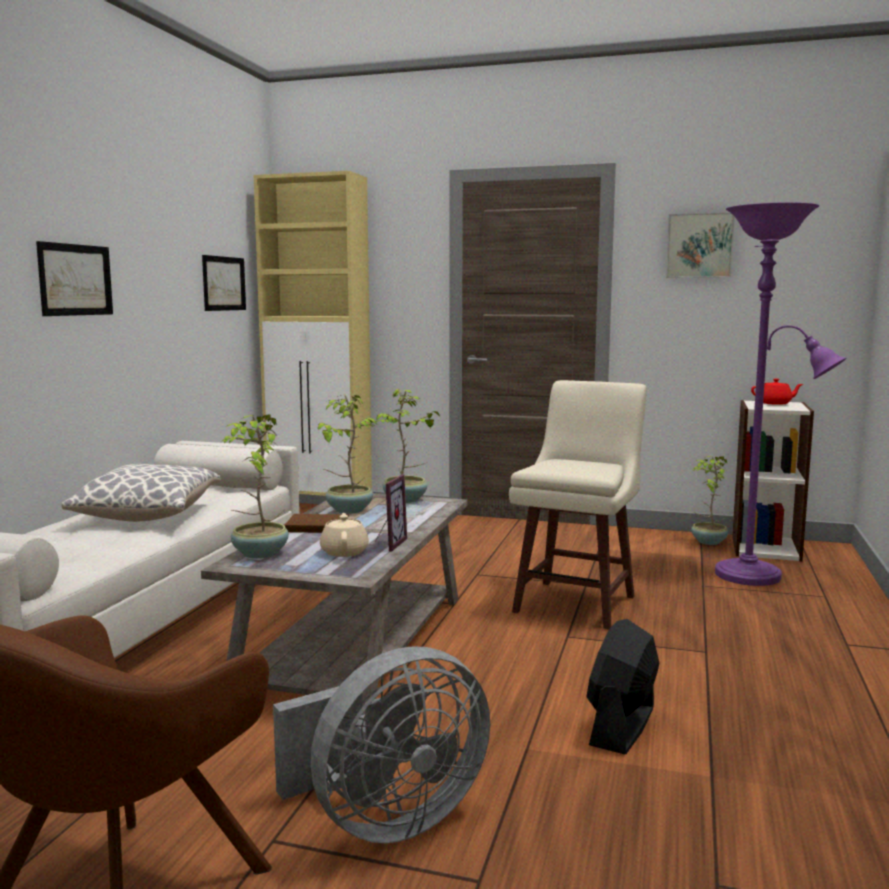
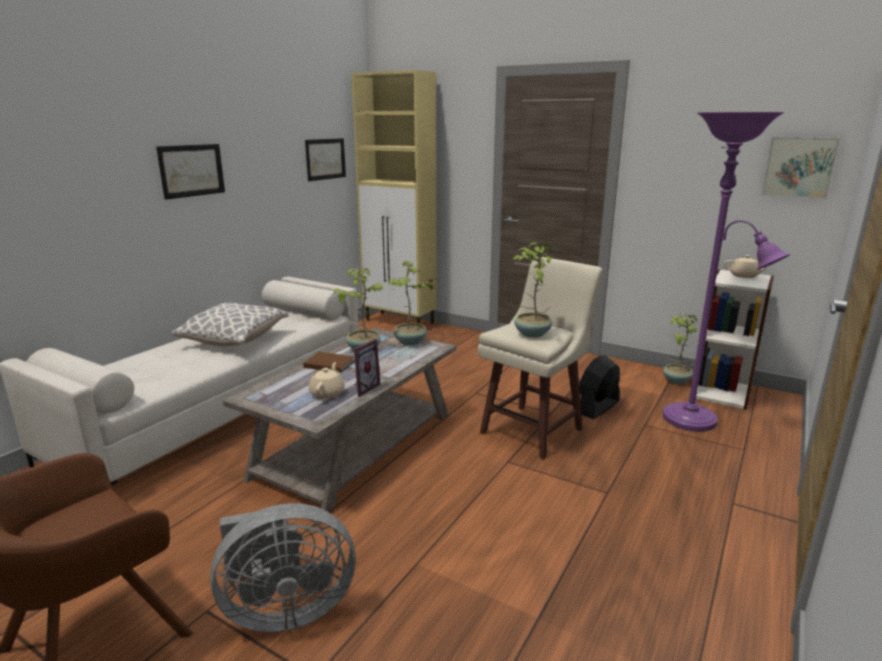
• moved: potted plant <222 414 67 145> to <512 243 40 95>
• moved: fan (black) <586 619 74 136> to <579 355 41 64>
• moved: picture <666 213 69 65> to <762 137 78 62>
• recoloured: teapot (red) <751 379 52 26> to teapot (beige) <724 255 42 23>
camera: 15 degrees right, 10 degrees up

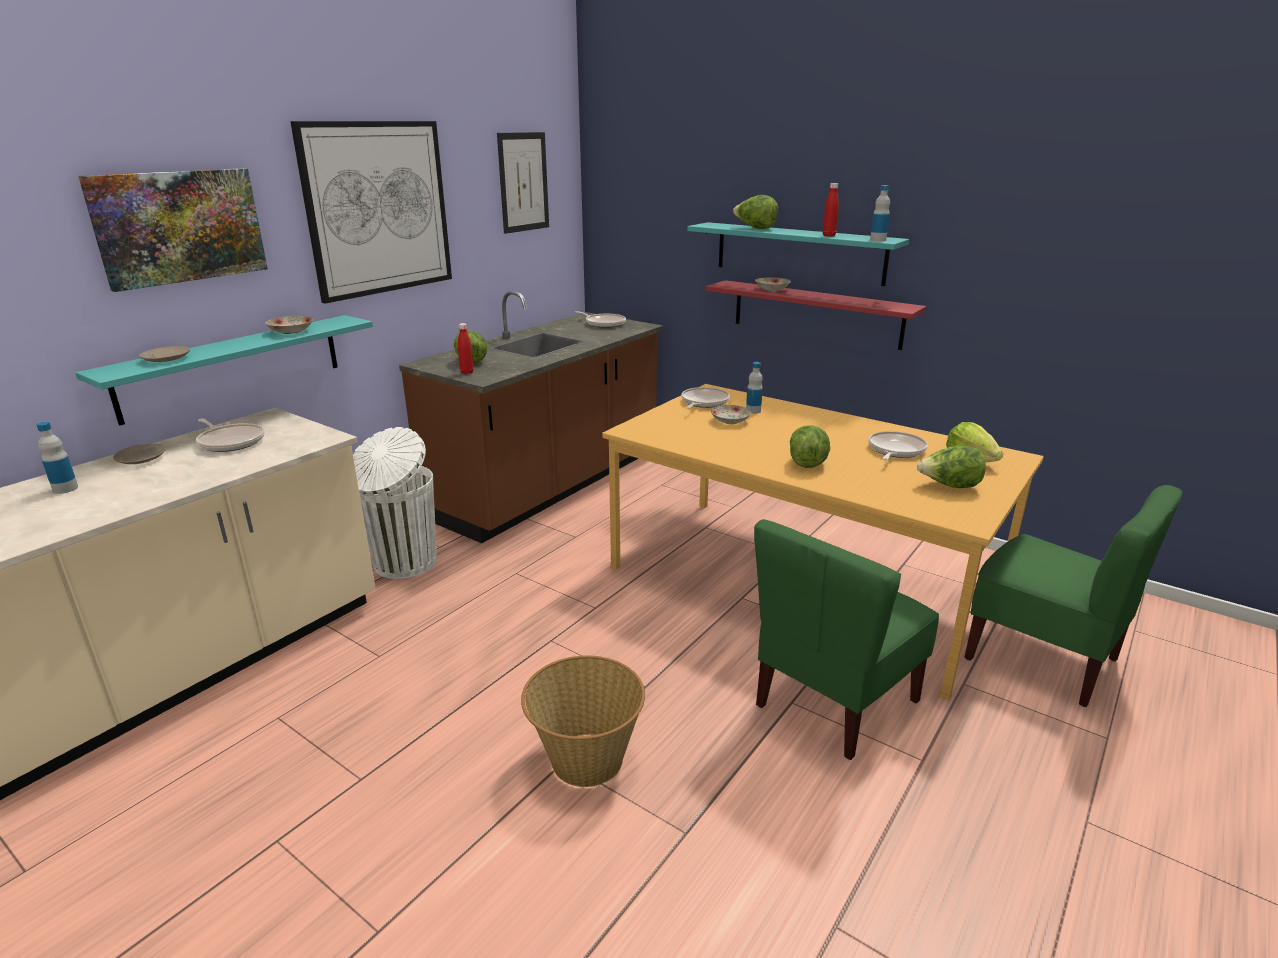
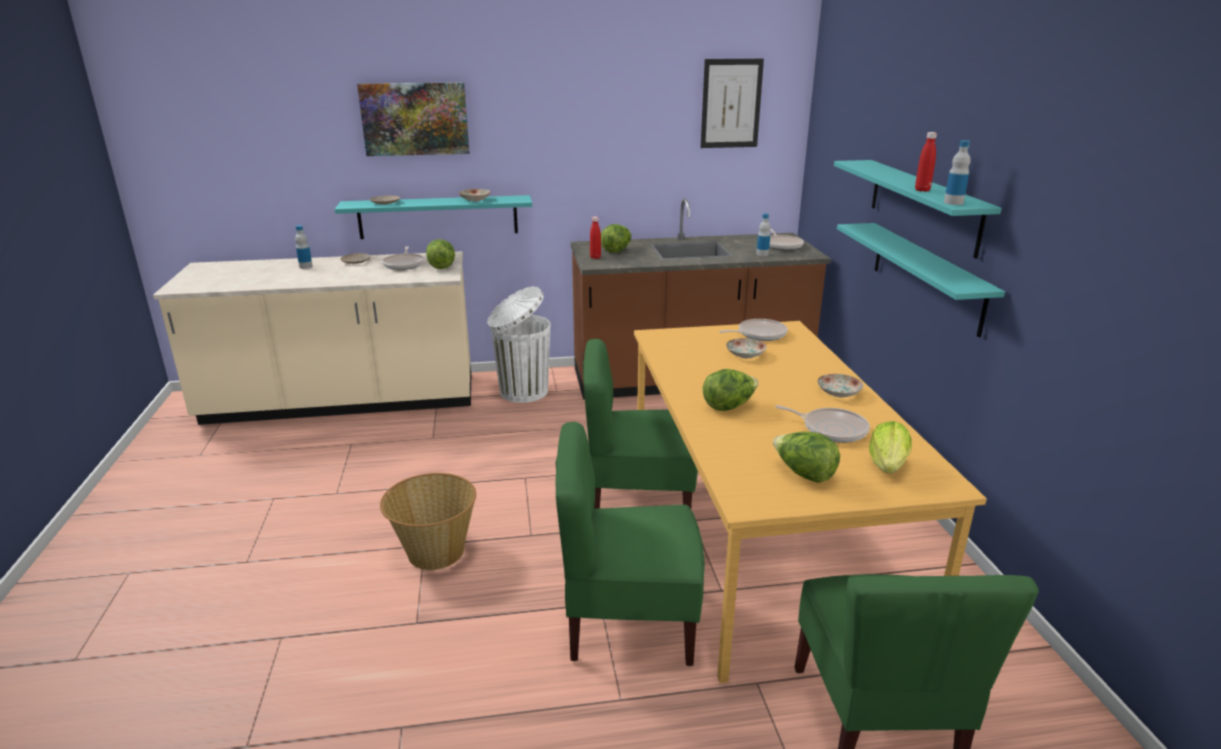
• removed: picture <290 121 162 183>
• added: chair (green) <583 339 115 170>
• moved: lettuce <733 195 45 34> to <426 239 29 30>
• moved: bottle <746 362 17 52> to <756 214 14 42>
• moved: plate <755 277 36 14> to <817 374 46 24>
• recoloured: shelf (red) <706 280 221 70> to shelf (turquoise) <837 223 168 114>
• turned: frying pan <868 431 60 29> = <775 405 95 38> 45 degrees clockwise
camera: 45 degrees right, 0 degrees up

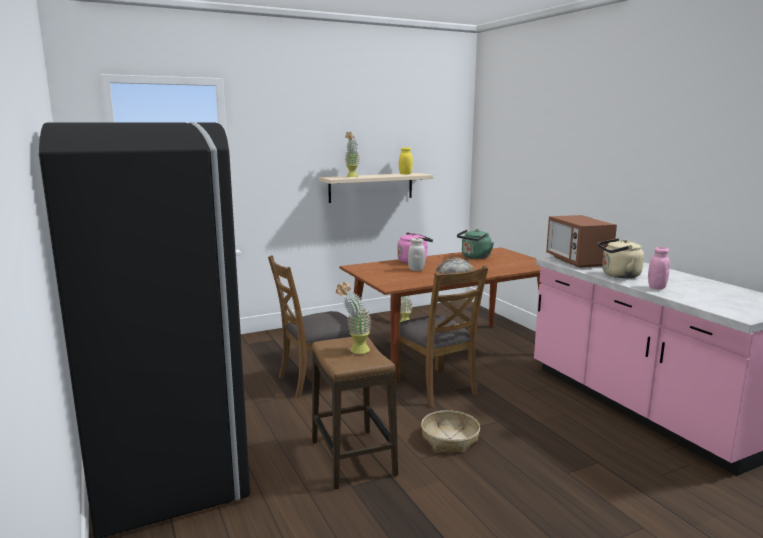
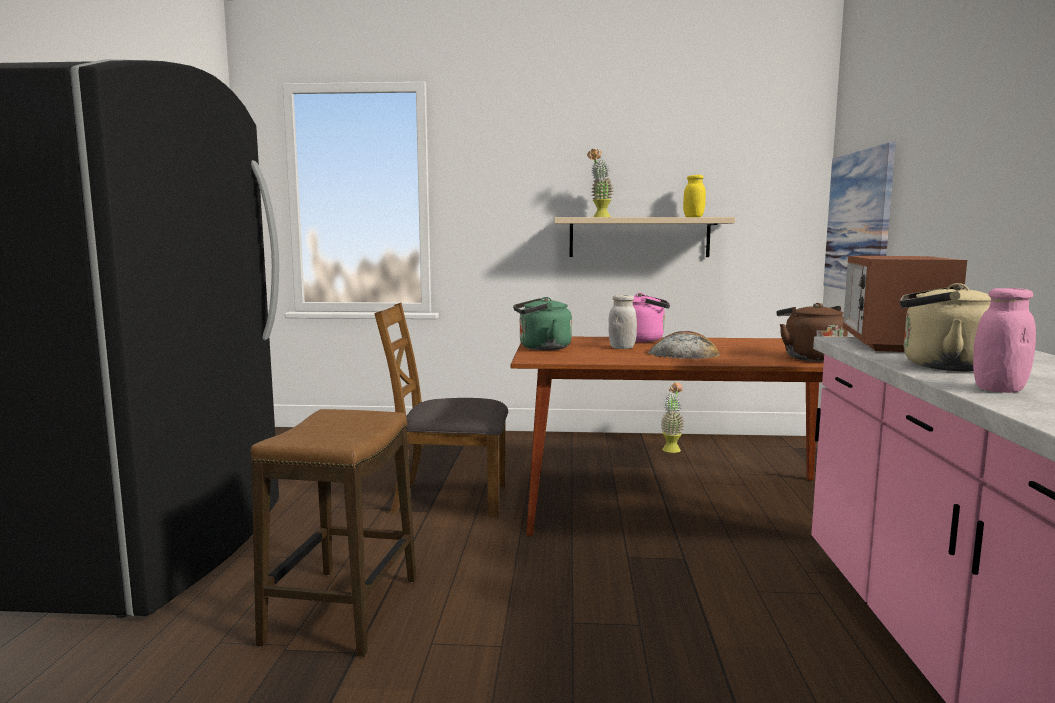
• removed: potted plant <336 282 36 72>
• removed: chair (brown) <397 265 91 142>
• removed: basket <421 410 59 43>
• added: kettle (brown) <776 303 72 59>
• added: picture <823 142 73 148>
• moved: kettle (green) <457 229 37 30> to <513 297 59 53>
camera: 30 degrees right, 5 degrees down

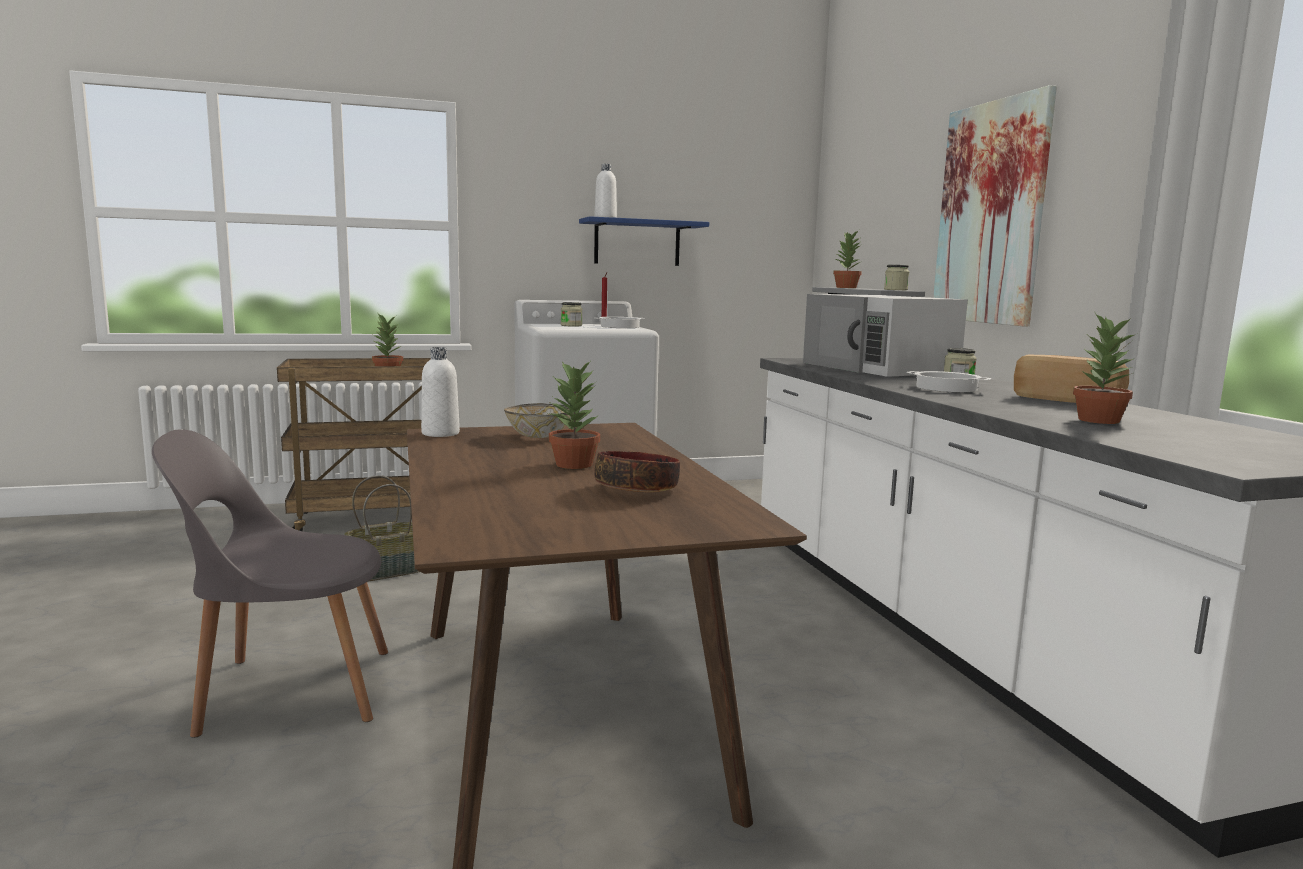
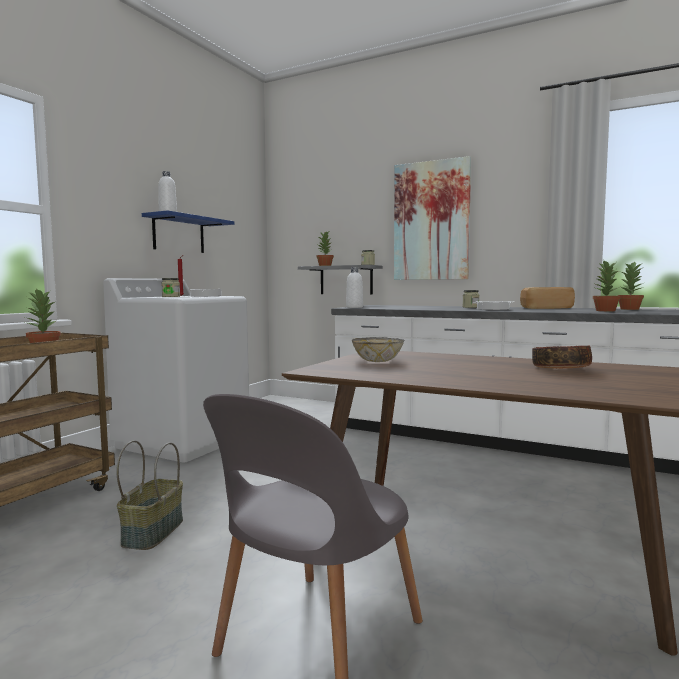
• removed: microwave (white) <803 294 165 83>
• moved: bottle (white) <421 347 39 90> to <346 267 17 41>
• moved: potted plant <548 361 52 108> to <617 262 27 48>
camera: 45 degrees left, 5 degrees down

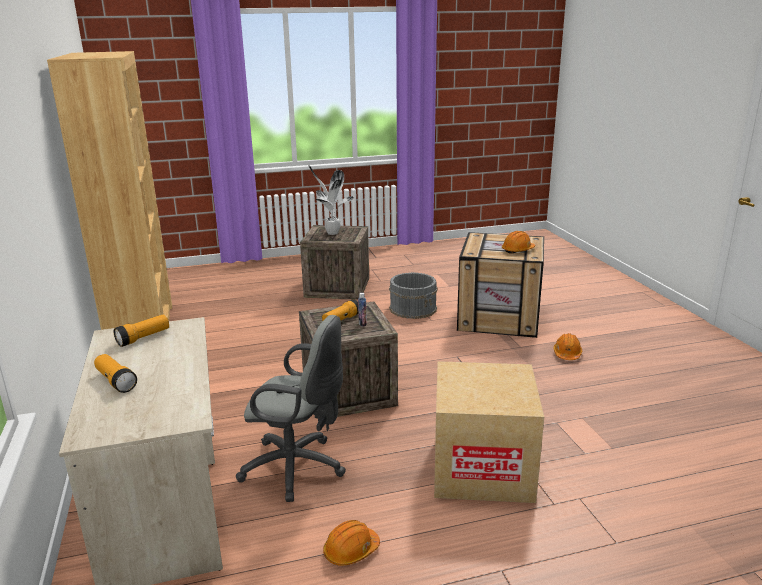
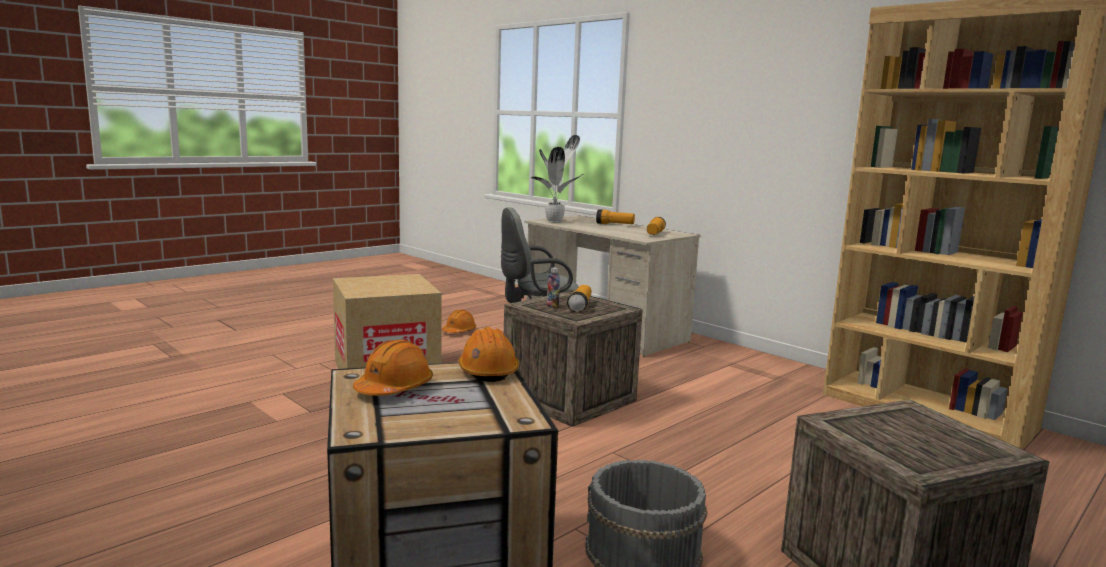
• moved: potted plant <309 166 45 69> to <531 135 52 87>
• moved: hard hat (orange) <554 333 28 27> to <458 327 61 55>
camera: 150 degrees right, 10 degrees down

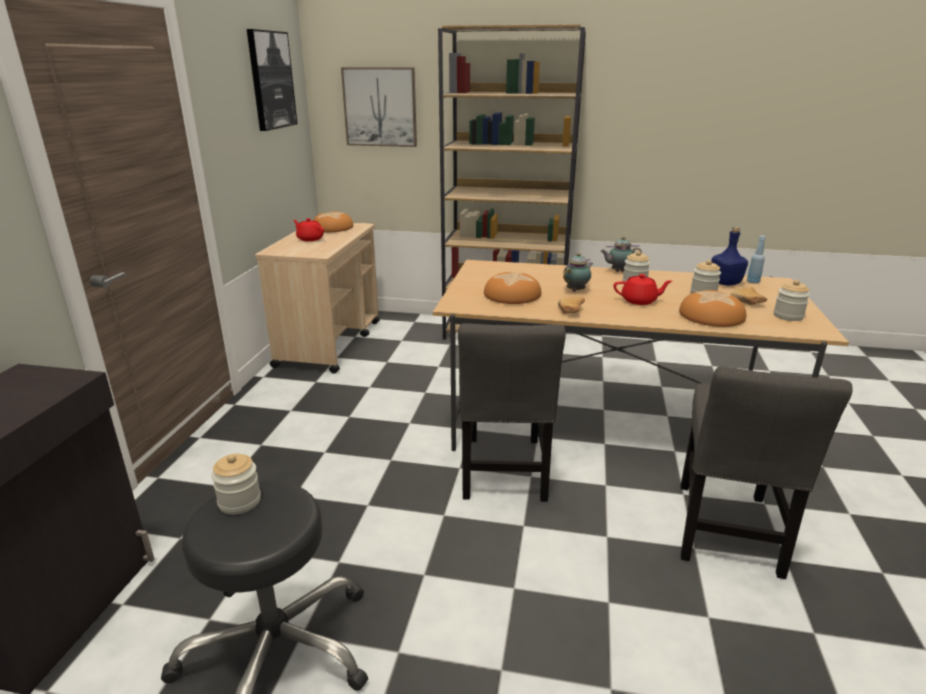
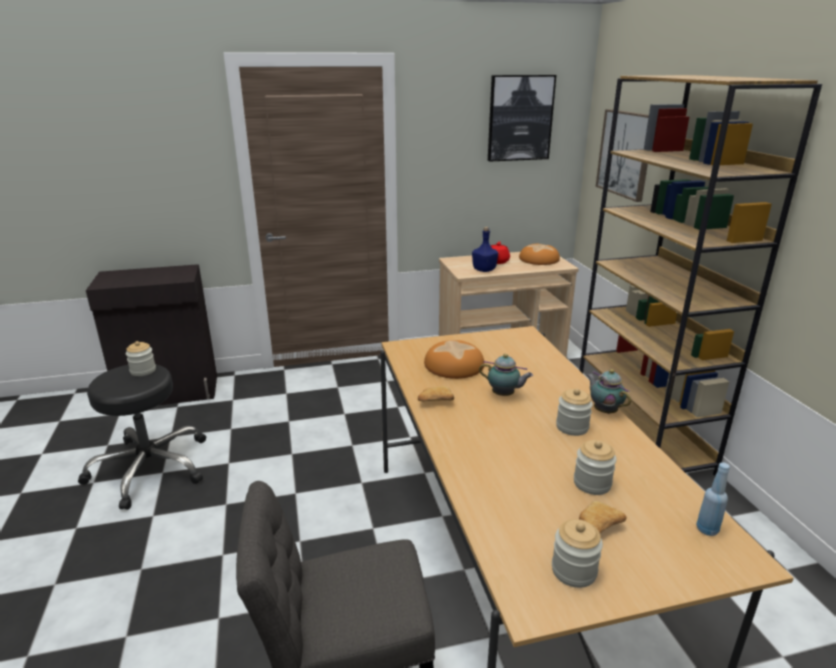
• removed: chair (grey) <458 323 108 179>
• removed: teapot (red) <613 274 59 31>
• removed: bread <679 290 67 37>
• moved: bottle (blue) <711 227 37 58> to <472 227 26 45>
camera: 65 degrees right, 0 degrees up

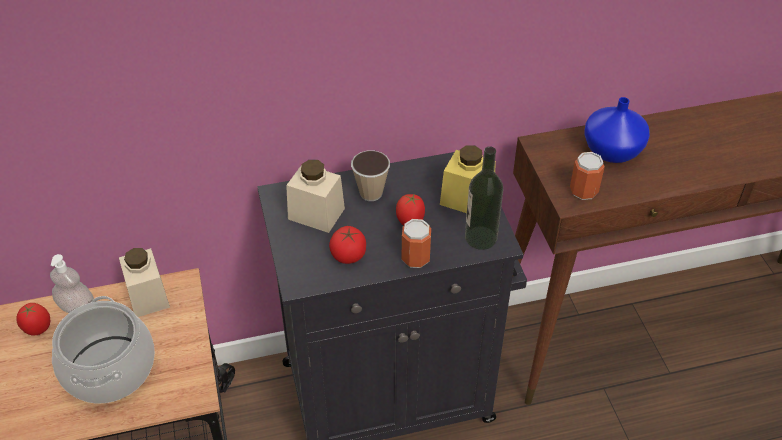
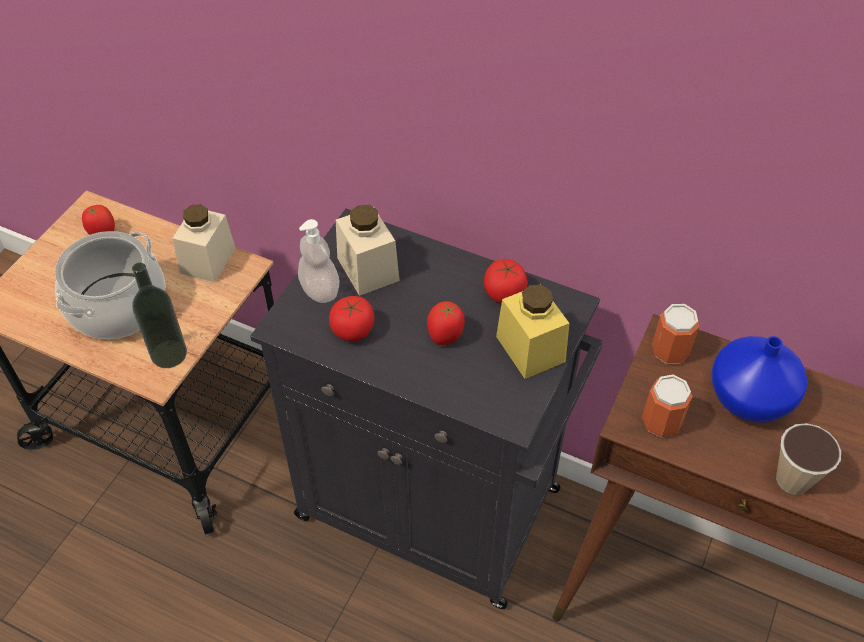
• added: tomato <484 259 43 45>
• moved: soap dispenser <50 254 44 59> to <298 219 42 84>
• moved: cup <351 150 39 51> to <776 423 65 72>
• moved: can <402 219 29 49> to <652 304 48 60>
• moved: bottle <465 146 38 104> to <132 262 55 106>
camera: 40 degrees right, 5 degrees up

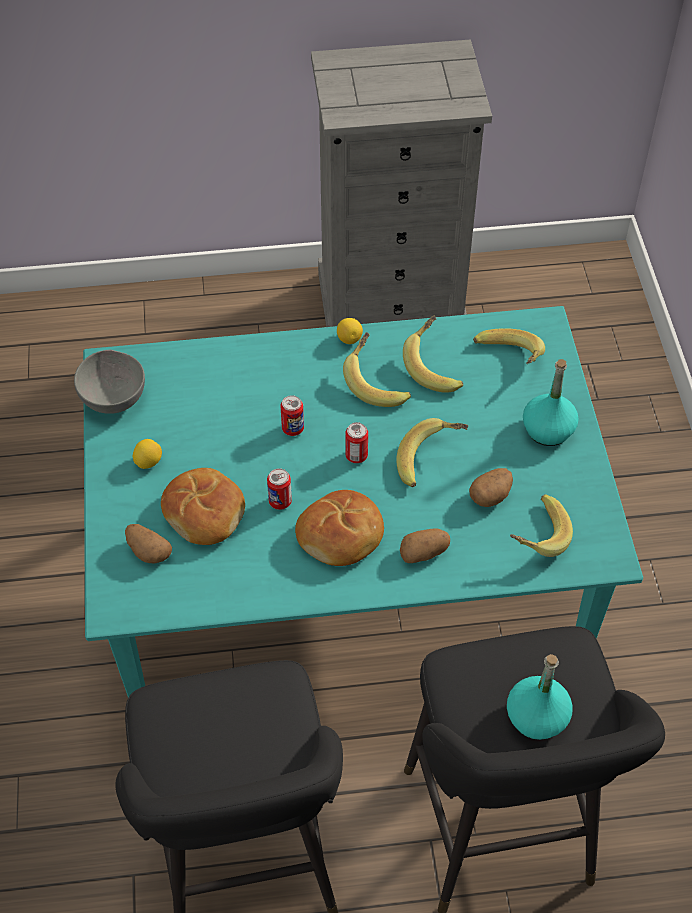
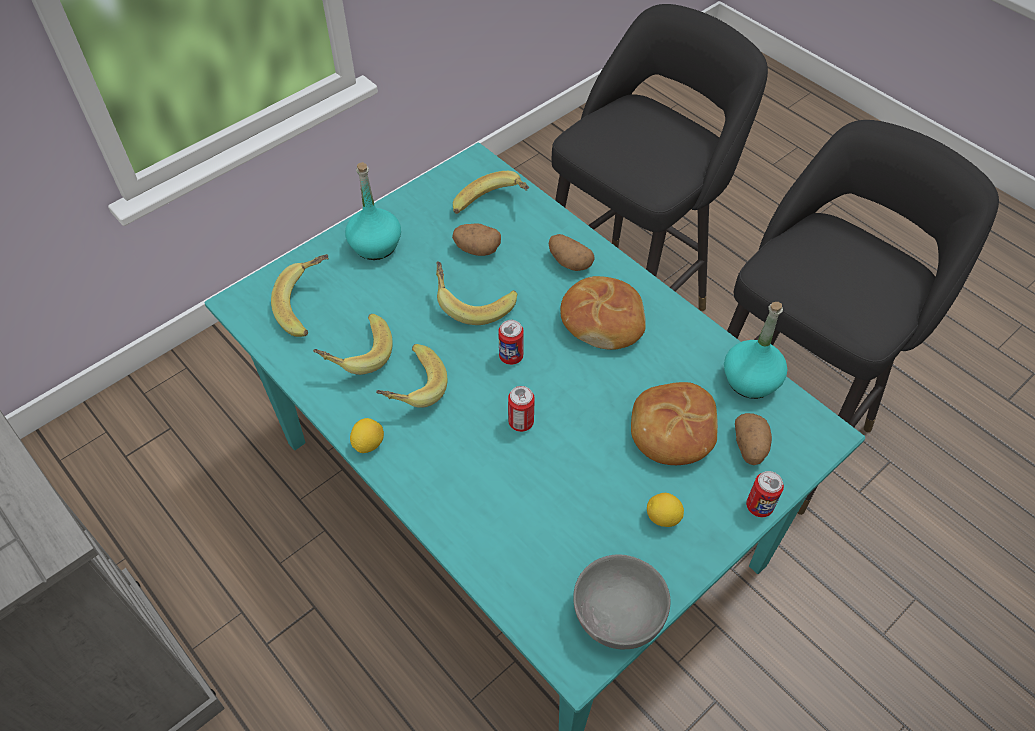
• moved: can <267 468 25 42> to <746 471 38 46>
• moved: bottle (turquoise) <507 654 66 86> to <724 302 63 97>
camera: 125 degrees left, 0 degrees up

